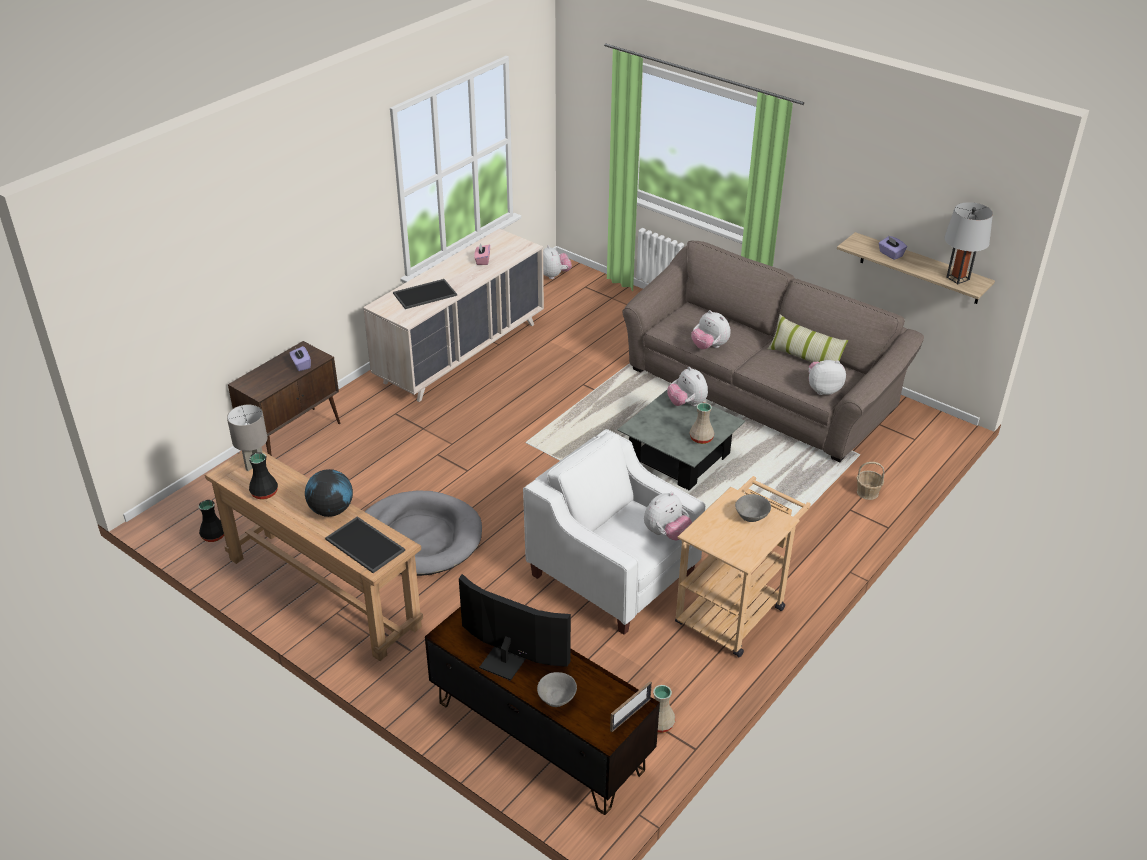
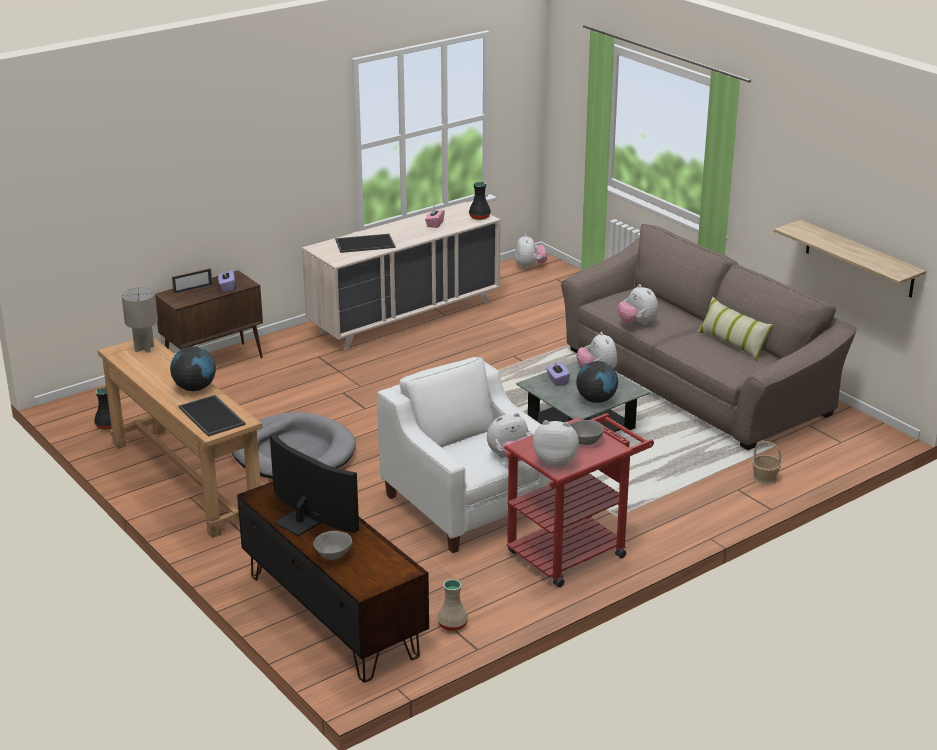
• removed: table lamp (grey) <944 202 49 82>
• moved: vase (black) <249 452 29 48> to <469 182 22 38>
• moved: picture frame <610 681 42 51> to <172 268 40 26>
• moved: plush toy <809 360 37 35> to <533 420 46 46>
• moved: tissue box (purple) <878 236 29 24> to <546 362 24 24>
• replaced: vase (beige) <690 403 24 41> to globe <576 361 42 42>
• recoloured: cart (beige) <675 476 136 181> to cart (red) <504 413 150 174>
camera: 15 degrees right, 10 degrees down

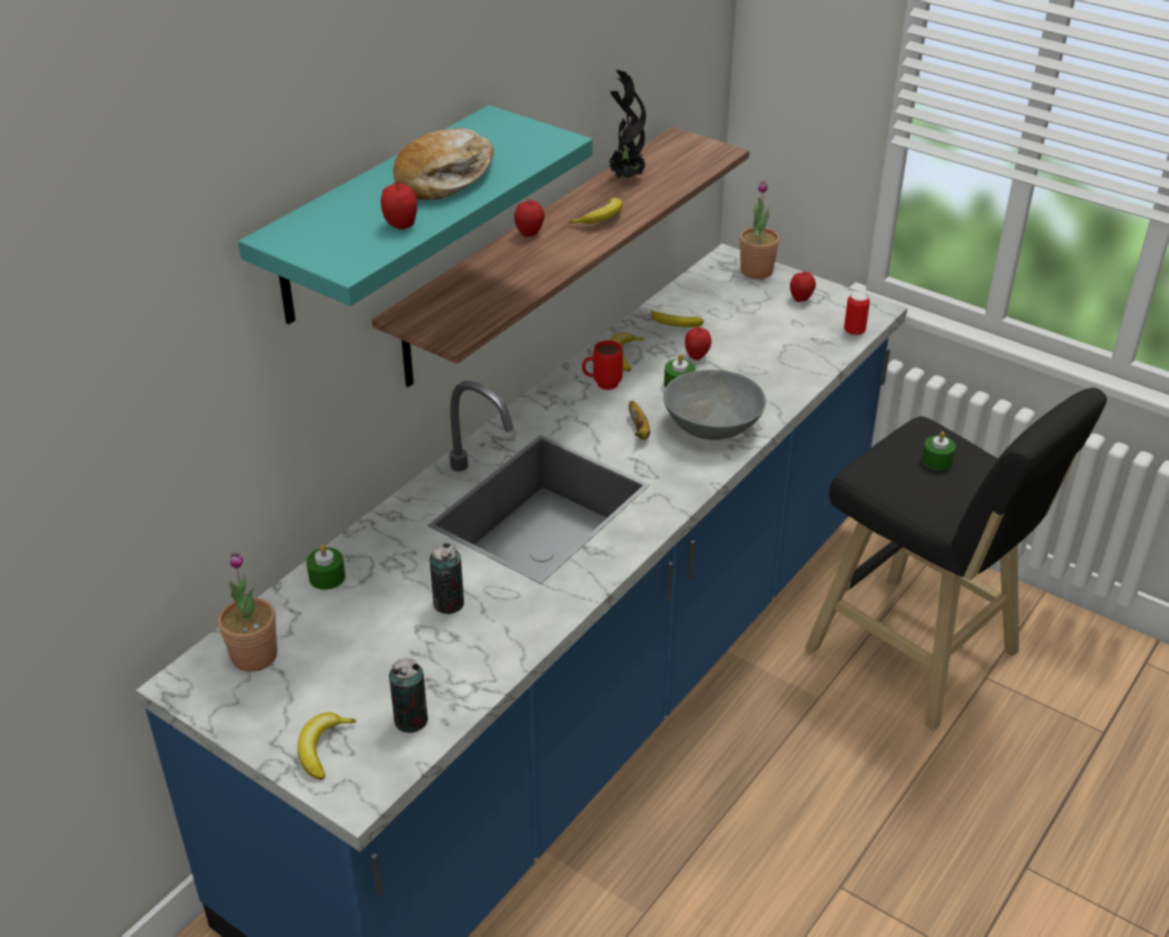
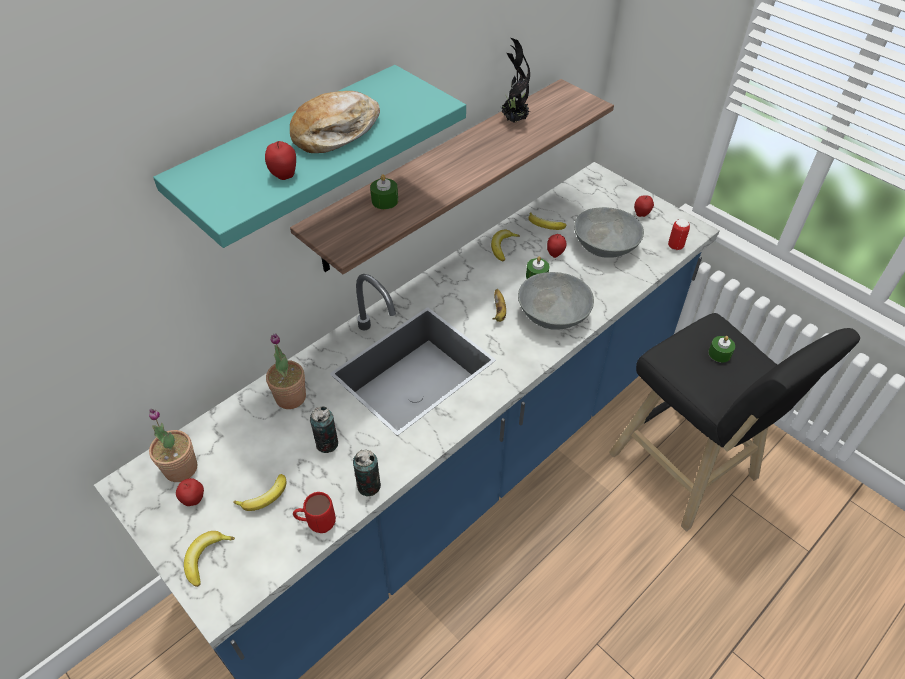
• added: bowl (grey) <574 207 70 51>
• moved: candle (green) <306 544 39 46> to <370 174 28 35>
• moved: can <389 658 39 75> to <353 449 28 47>
• moved: apple <514 199 31 38> to <176 478 28 28>
• moved: banana <569 198 54 26> to <234 474 52 37>
• moved: mug (red) <582 340 41 50> to <293 492 43 41>
• moved: potted plant <740 180 39 99> to <266 333 40 76>
camera: 10 degrees right, 10 degrees up

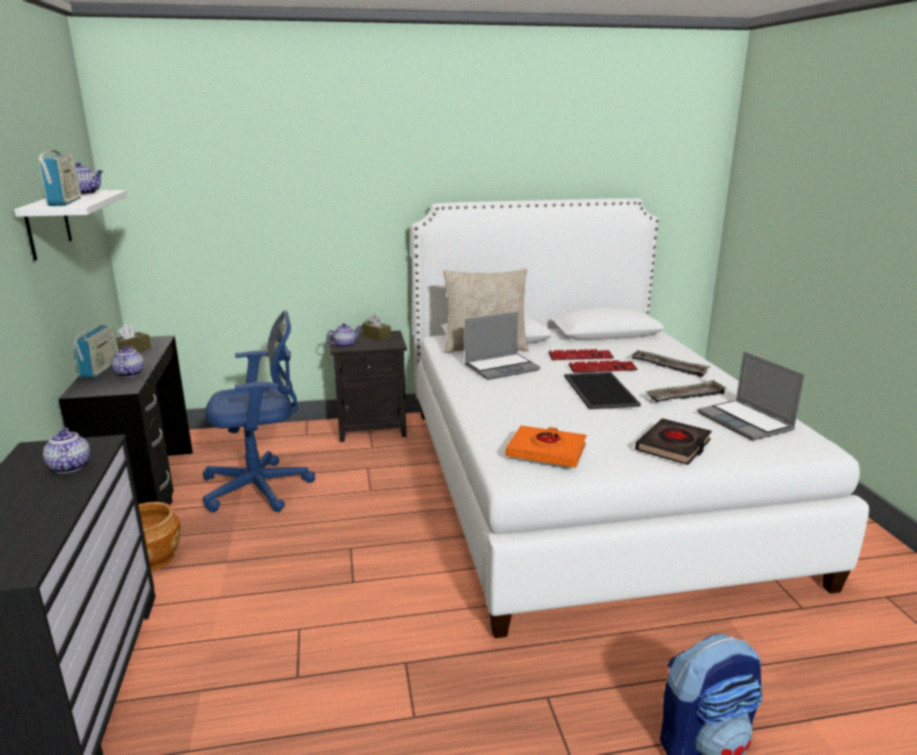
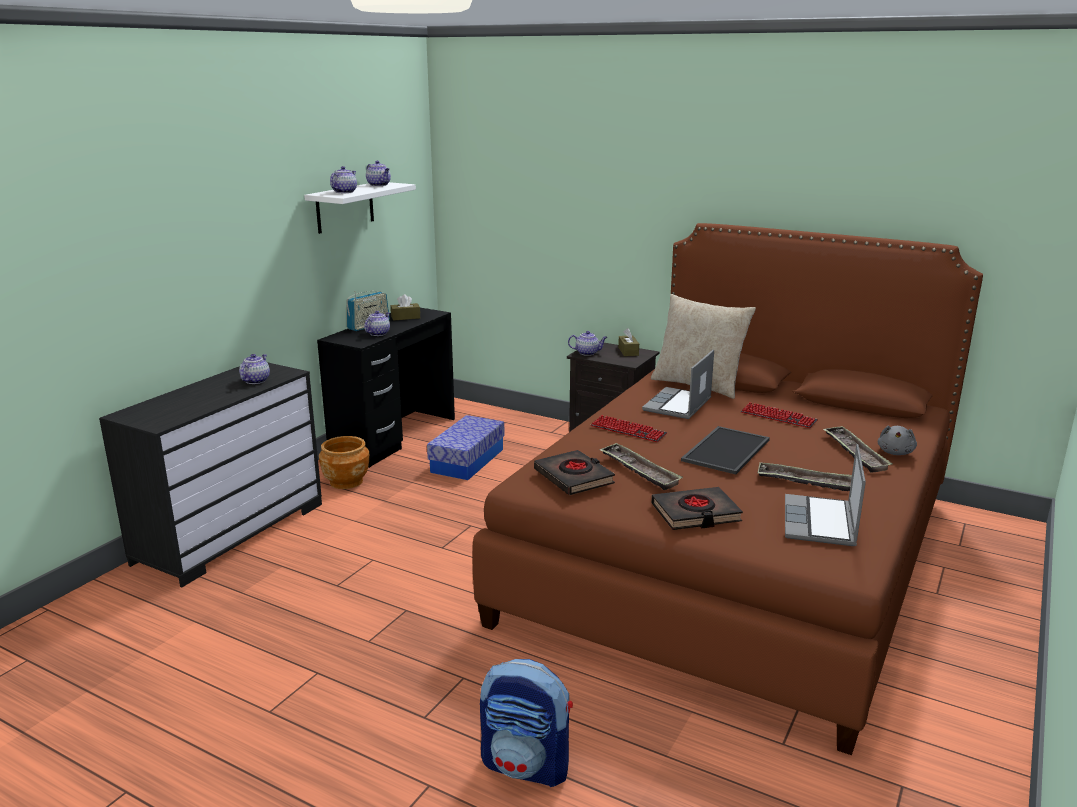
• added: tray <600 443 83 47>
• added: plush toy (grey) <878 425 39 30>
• moved: keyboard <568 360 70 13> to <591 415 76 27>
• replaced: radio <39 146 42 60> to teapot <330 166 27 27>
• replaced: office chair (blue) <203 310 112 202> to storage box <427 415 78 65>
• recoloured: bed (white) <411 198 458 440> to bed (brown) <473 223 510 532>
• recoloured: book (orange) <506 426 80 42> to book (black) <534 450 81 45>
• turned: laptop <465 312 75 68> = <642 349 72 70> 105 degrees clockwise
camera: 40 degrees right, 0 degrees up

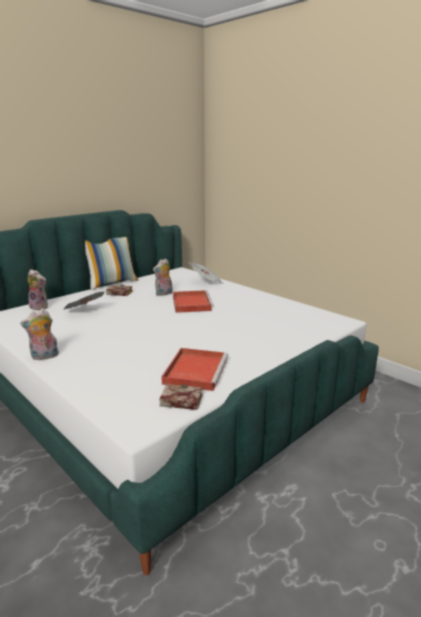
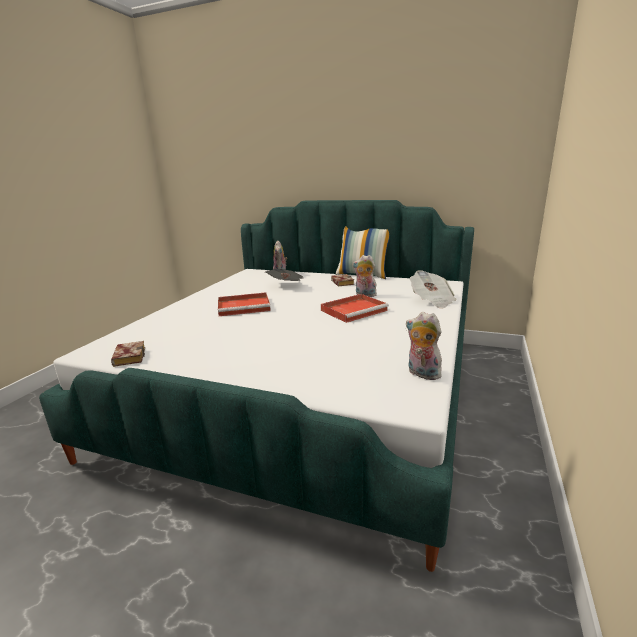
• moved: plush toy <20 308 39 53> to <406 312 36 68>
• moved: tray (red) <161 348 67 43> to <218 292 53 24>
camera: 65 degrees right, 0 degrees up

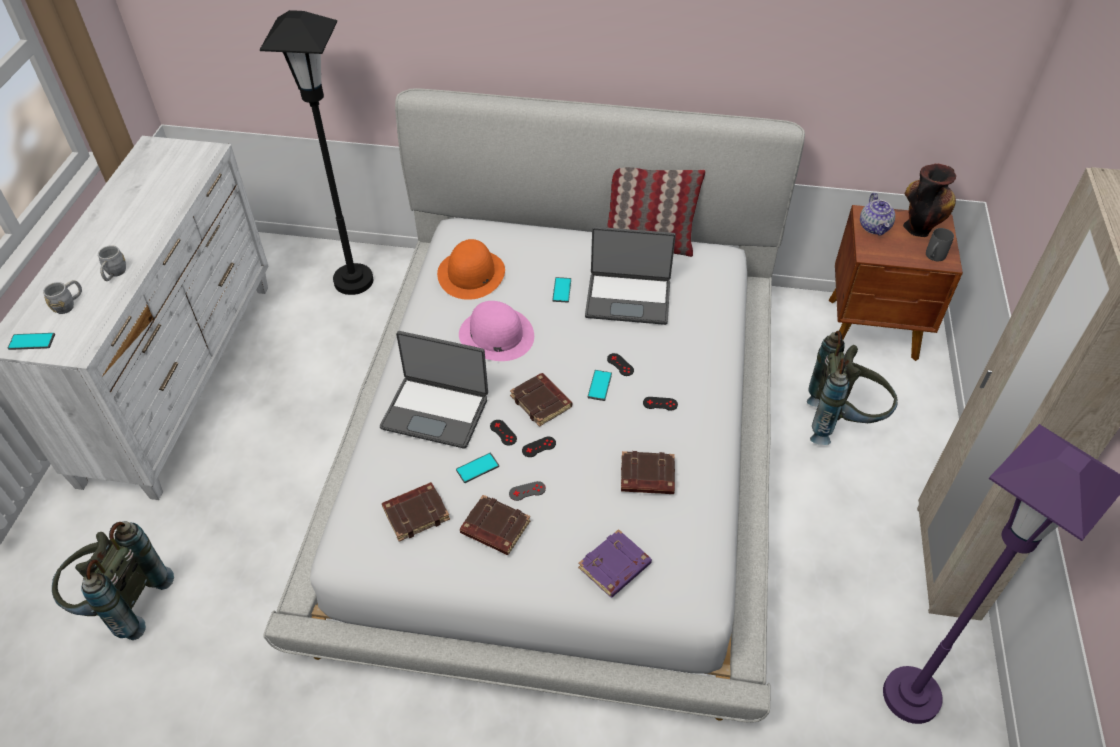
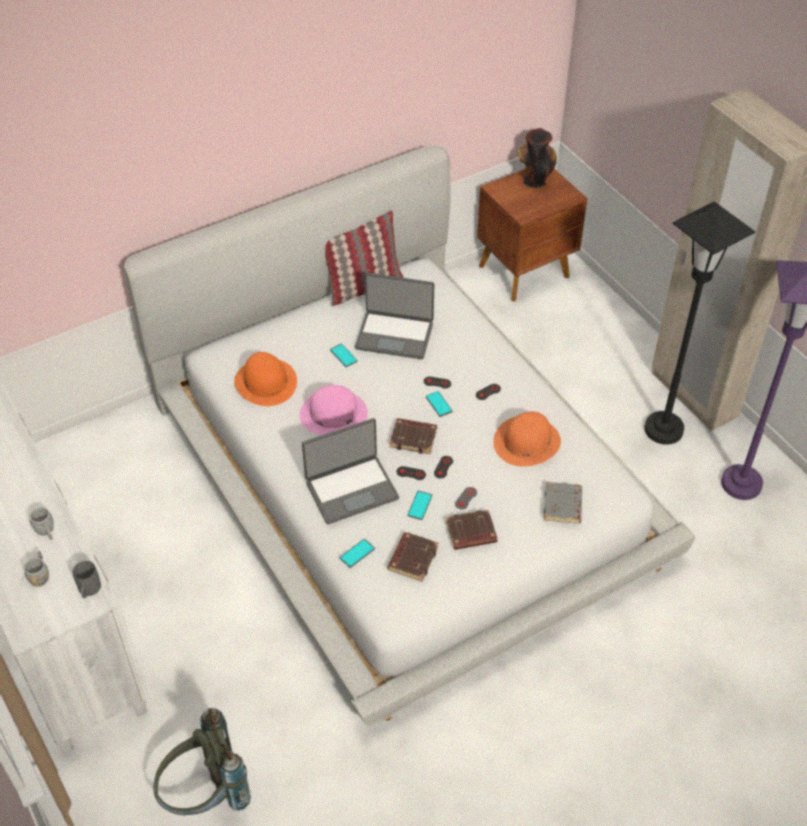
• removed: backpack (grey) <807 331 90 114>
• removed: teapot <860 193 35 43>
• moved: phone <8 333 47 17> to <340 539 35 29>
• moved: floor lamp (black) <260 10 113 285> to <645 201 110 244>
• moved: mug (grey) <926 228 28 33> to <73 561 28 37>
• replaced: book (brown) <621 451 54 43> to hat (orange) <493 412 68 55>
• recoloured: book (purple) <578 529 74 69> to book (grey) <544 482 38 42>
• turned: laptop <585 227 91 98> = <355 273 79 86> 45 degrees clockwise
camera: 40 degrees left, 0 degrees up

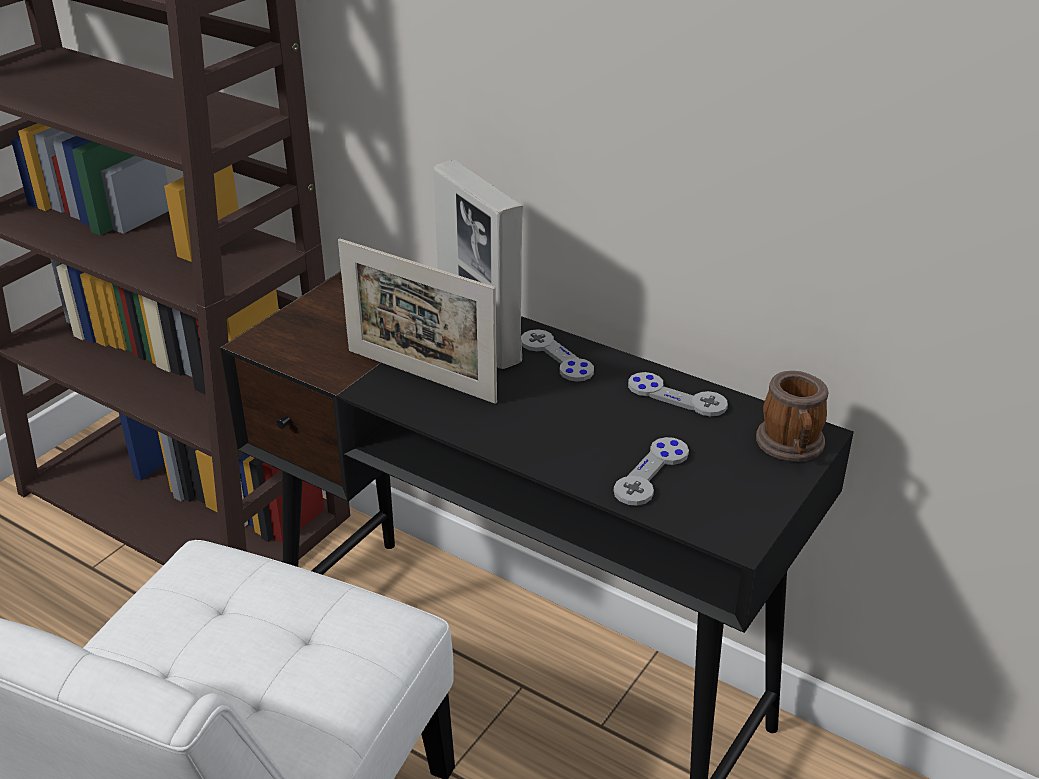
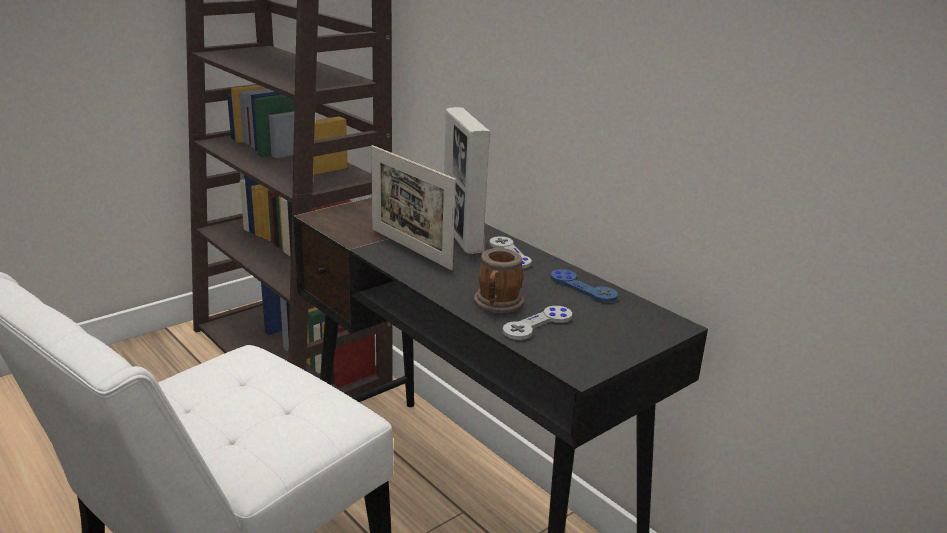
• moved: mug <756 371 73 91> to <474 248 50 66>
• recoloured: game controller (grey) <628 372 100 44> to game controller (blue) <550 269 68 33>
camera: 15 degrees right, 10 degrees down

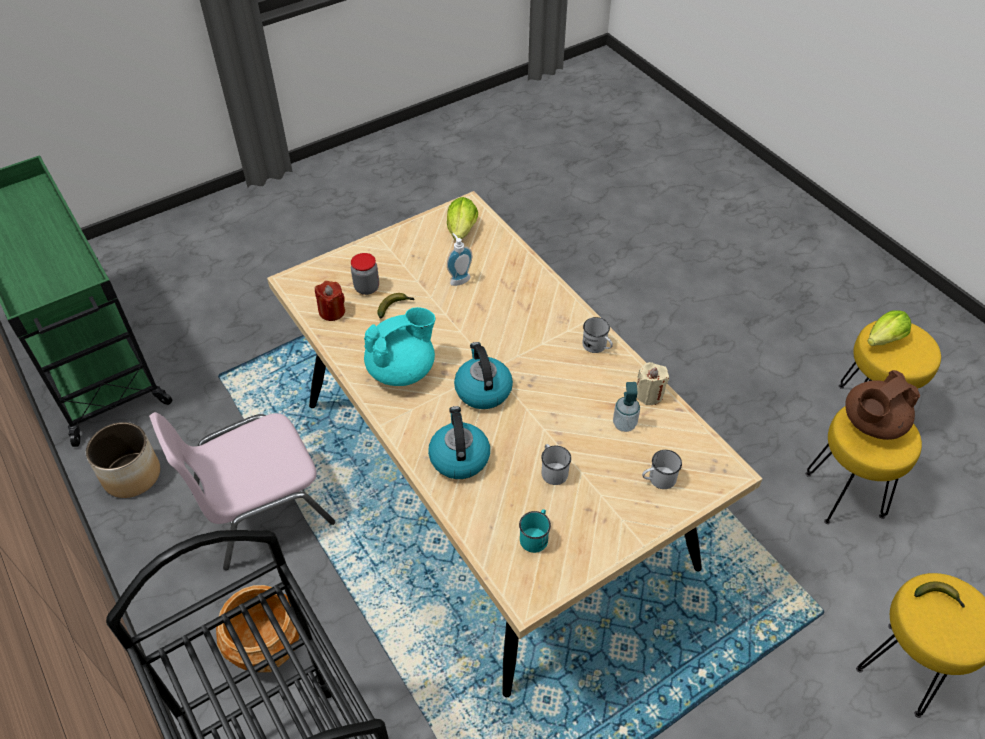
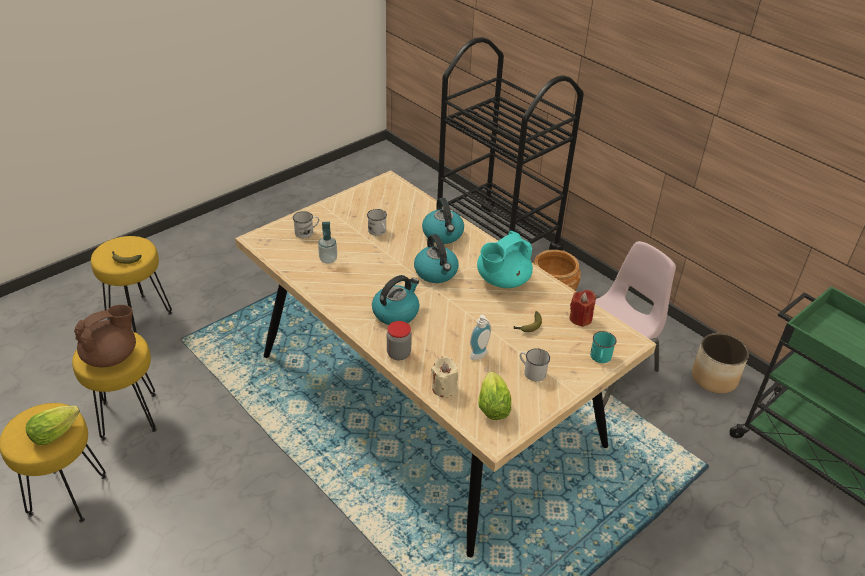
• added: kettle <372 275 47 50>
• moved: jar <351 253 28 42> to <387 321 25 39>
• moved: mug (turquoise) <519 509 32 44> to <590 331 27 32>
• moved: mug (white) <582 317 31 36> to <520 348 30 33>
• moved: candle (beige) <637 362 32 43> to <431 356 27 41>
camera: 170 degrees right, 10 degrees down

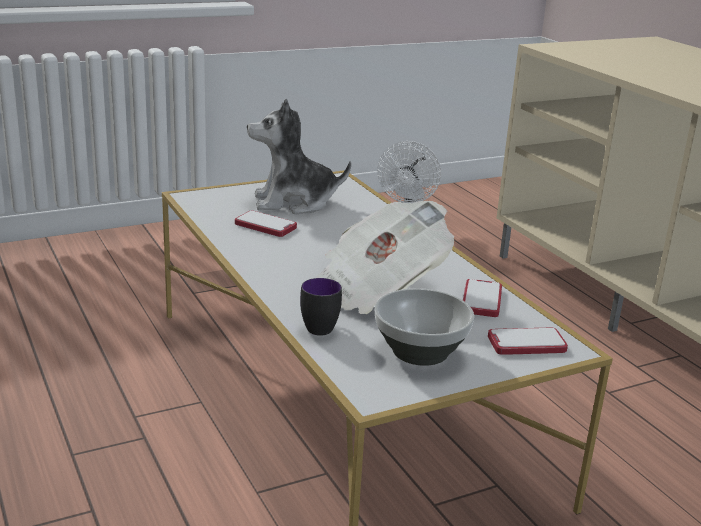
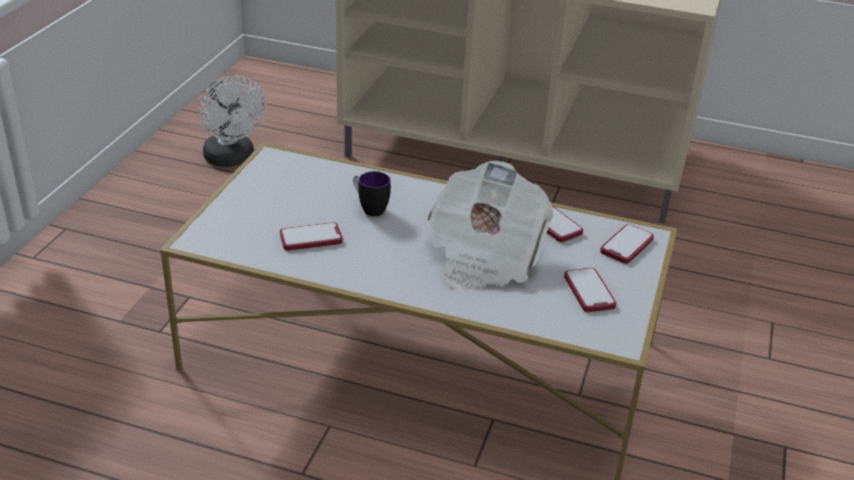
• removed: plush toy <247 99 104 115>
• moved: mug <300 278 42 58> to <353 171 38 46>
• replaced: bowl <375 288 99 78> to phone <564 268 52 44>
camera: 45 degrees left, 10 degrees up

